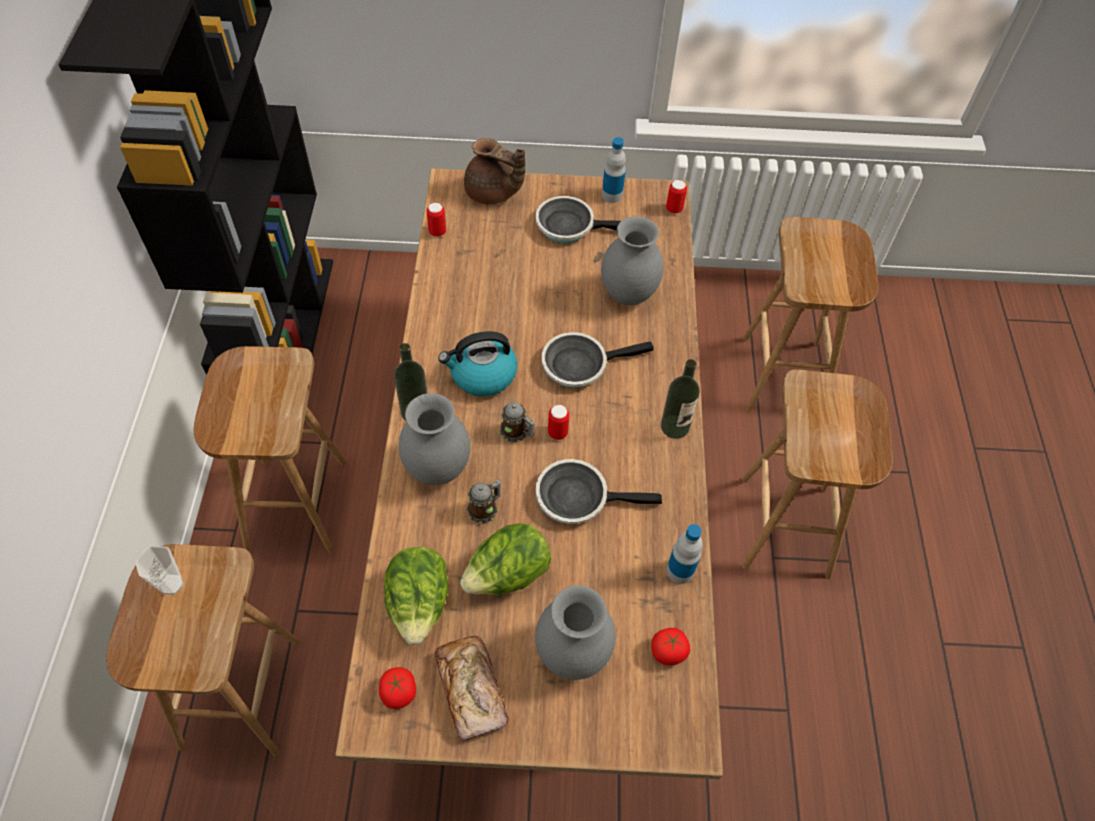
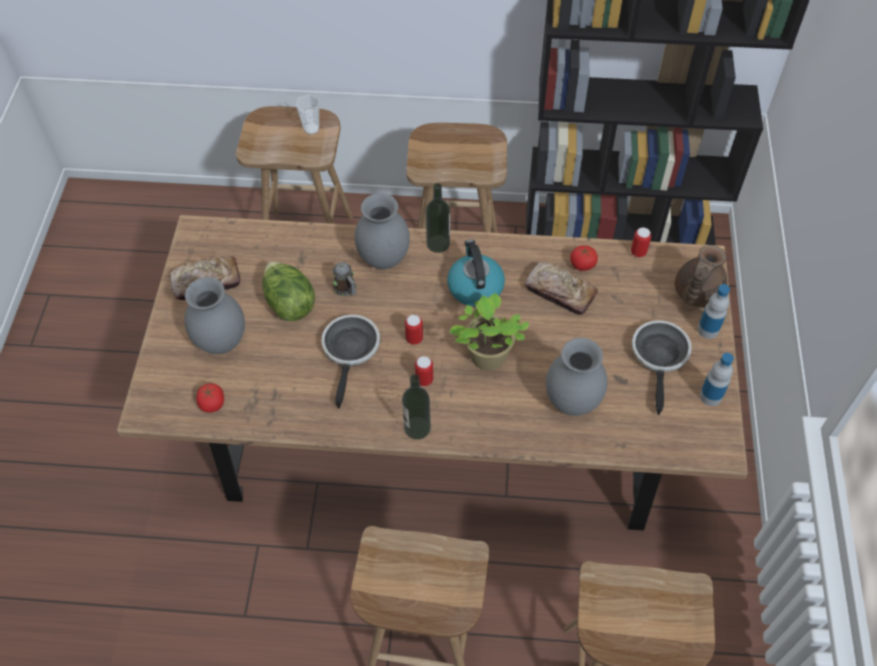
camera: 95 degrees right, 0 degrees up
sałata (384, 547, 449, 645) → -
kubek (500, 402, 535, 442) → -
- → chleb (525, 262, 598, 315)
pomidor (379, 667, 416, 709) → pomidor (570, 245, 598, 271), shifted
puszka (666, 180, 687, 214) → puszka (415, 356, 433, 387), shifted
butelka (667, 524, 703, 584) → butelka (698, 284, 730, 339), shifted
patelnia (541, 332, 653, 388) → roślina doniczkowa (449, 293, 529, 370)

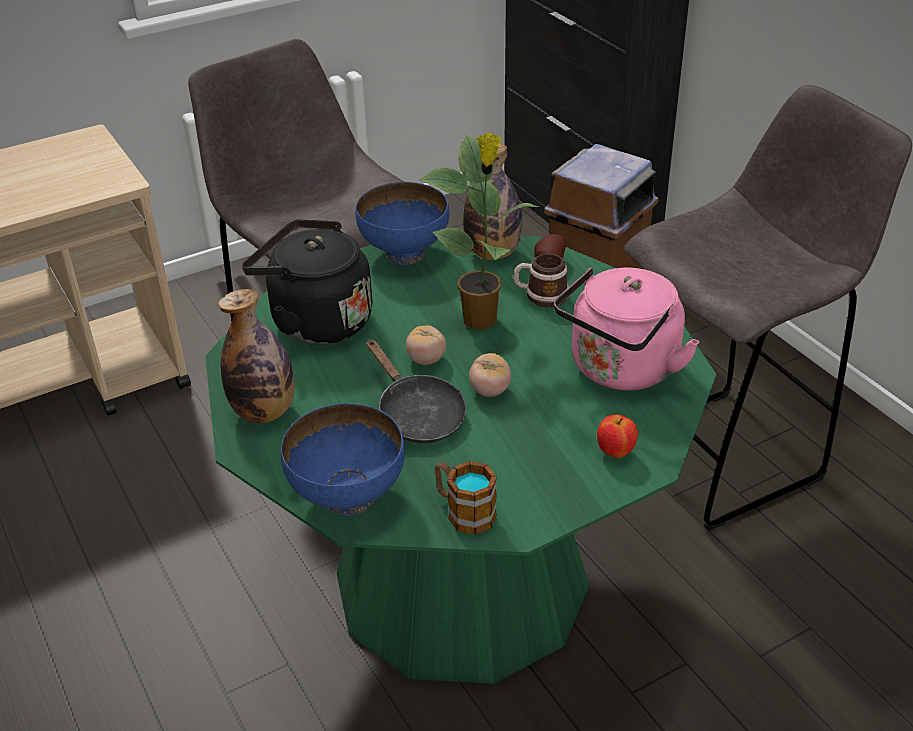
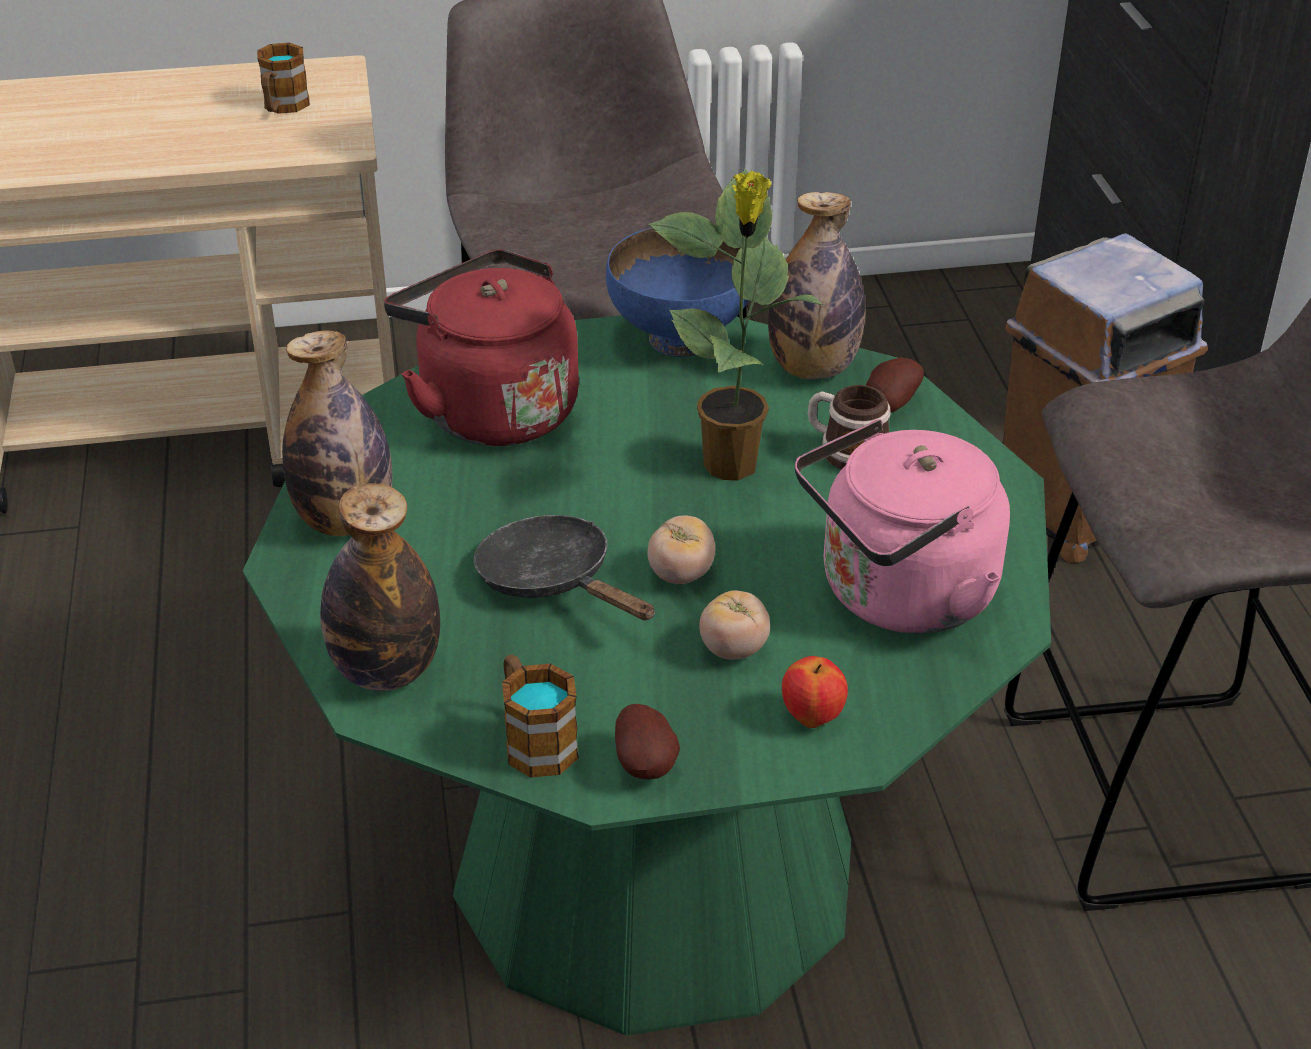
camera: 20 degrees right, 0 degrees up
- → kubek (257, 43, 310, 114)
- → ziemniak (615, 704, 680, 780)
pomidor (406, 325, 446, 365) → pomidor (699, 590, 770, 660), shifted
miska (niebieski) (280, 403, 405, 516) → butelka (320, 483, 440, 691)
czajnik (czarny) (242, 219, 372, 344) → czajnik (czerwony) (384, 249, 579, 446)
patelnia (czarny) (366, 339, 466, 443) → patelnia (czarny) (474, 515, 655, 620), 150 degrees clockwise

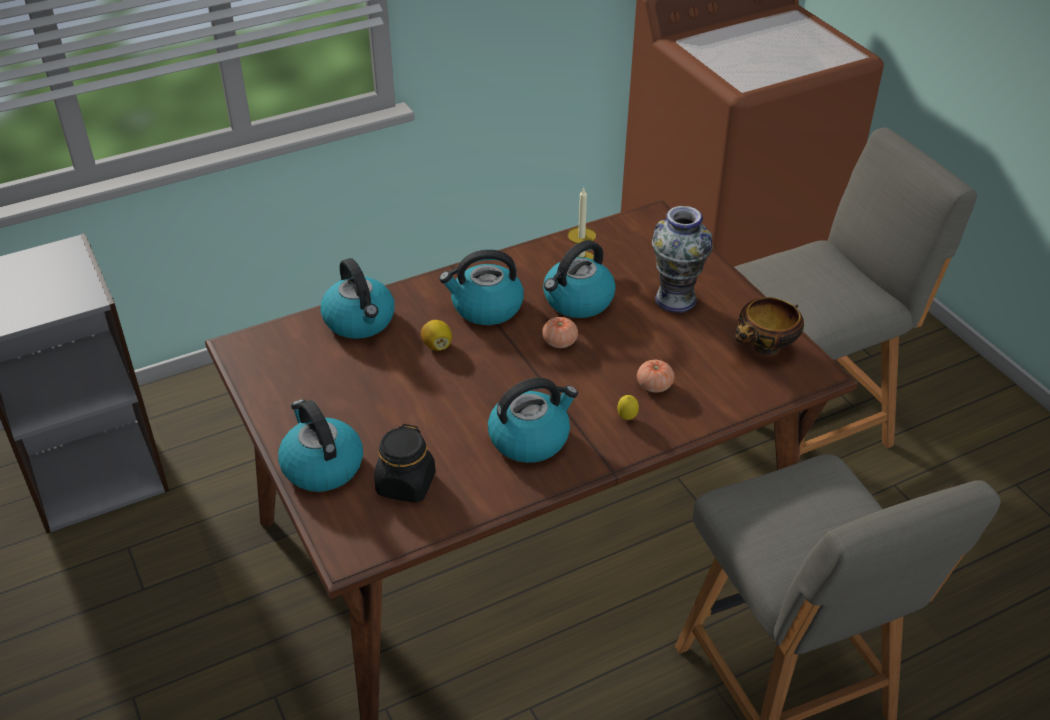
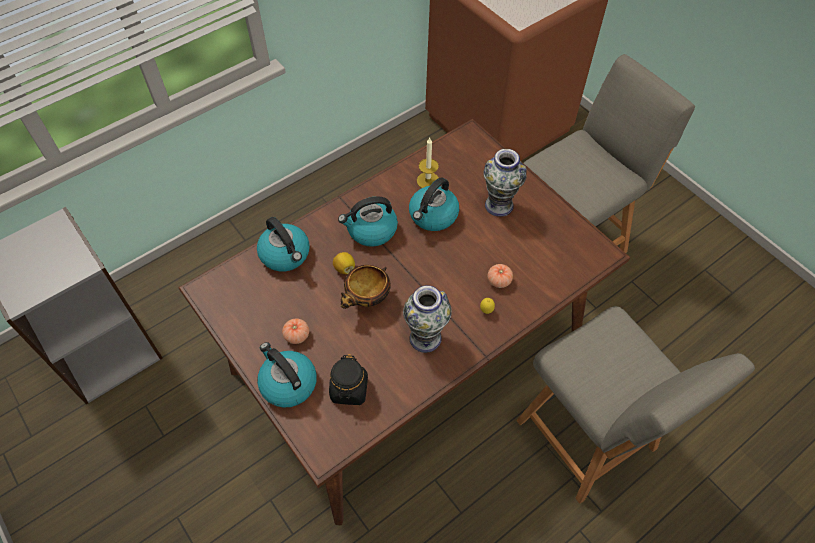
camera: 10 degrees left, 15 degrees up
pomidor (542, 317, 578, 348) → pomidor (282, 318, 309, 344), shifted
miska (735, 297, 804, 356) → miska (341, 265, 391, 309), shifted
czajnik (488, 377, 578, 463) → wazon (403, 285, 452, 353)

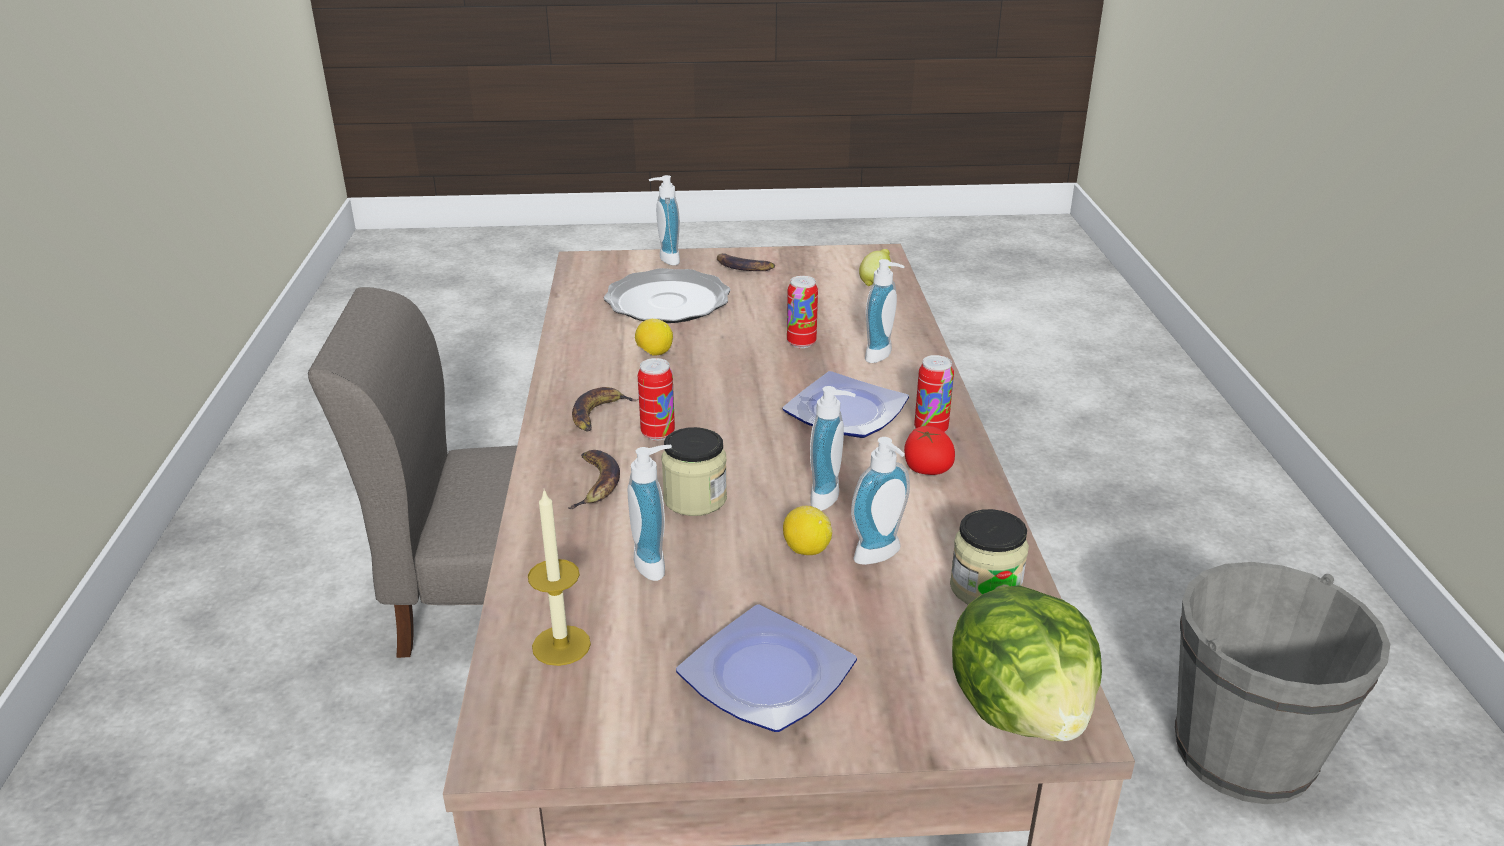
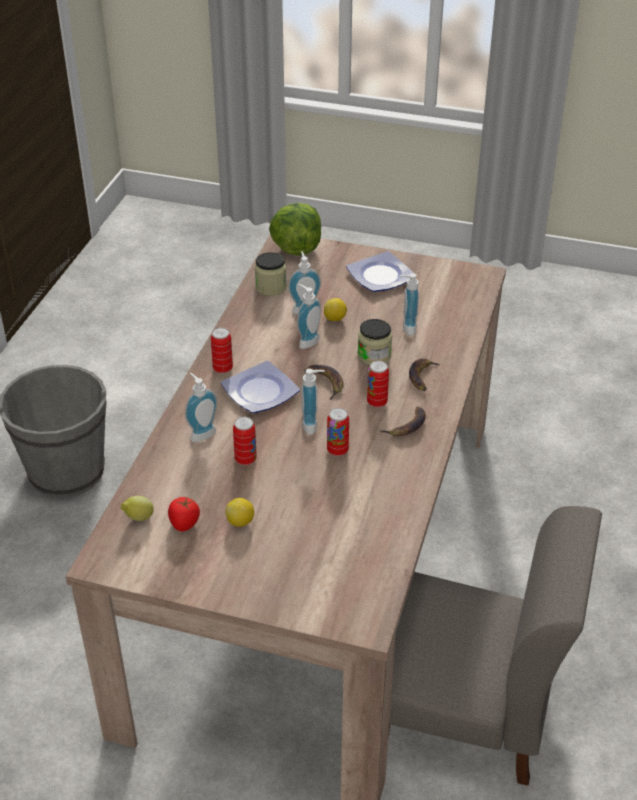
camera: 160 degrees left, 10 degrees up
świeca (528, 488, 591, 666) → -
talerz (604, 268, 731, 323) → -
- → puszka (327, 408, 349, 456)
cytryna (635, 319, 673, 356) → cytryna (225, 498, 254, 527), shifted
dozownik mydła (649, 175, 680, 266) → dozownik mydła (302, 369, 325, 435), shifted
banan (717, 253, 775, 271) → banan (304, 365, 344, 400), shifted
pomidor (904, 426, 955, 475) → pomidor (168, 497, 200, 532), shifted

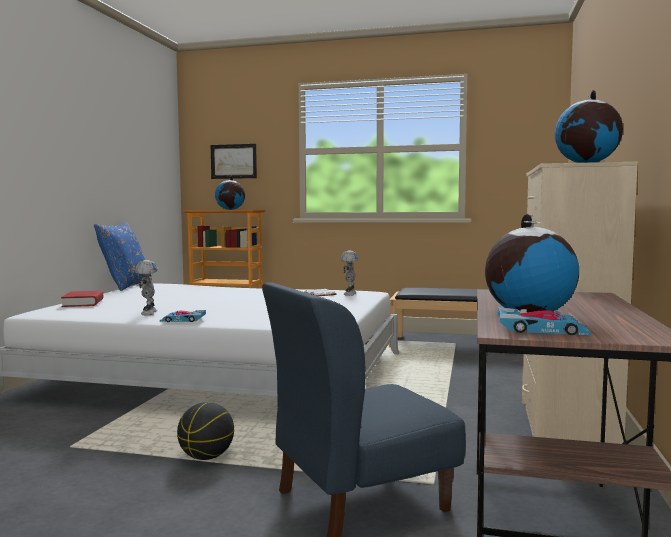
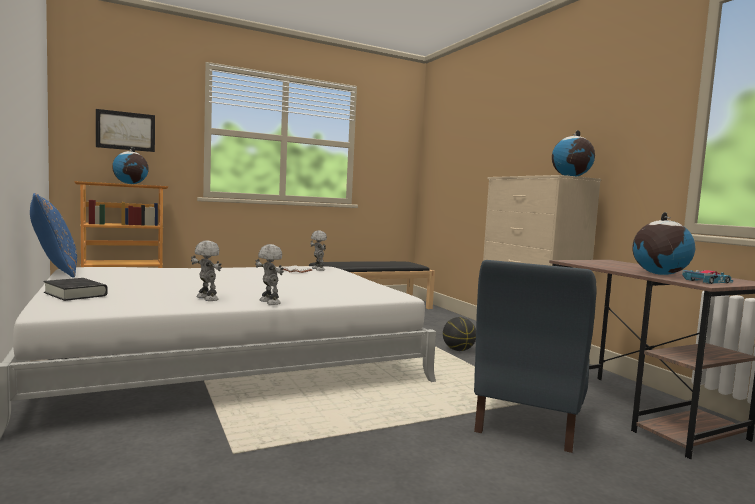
camera: 40 degrees left, 0 degrees up
piłka do koszykówki (177, 402, 234, 460) → piłka do koszykówki (443, 317, 476, 351), shifted
samochodzik (160, 310, 206, 322) → robot zabawkowy (255, 244, 284, 305)
książka (czerwony) (61, 291, 103, 307) → książka (czarny) (44, 278, 108, 301)

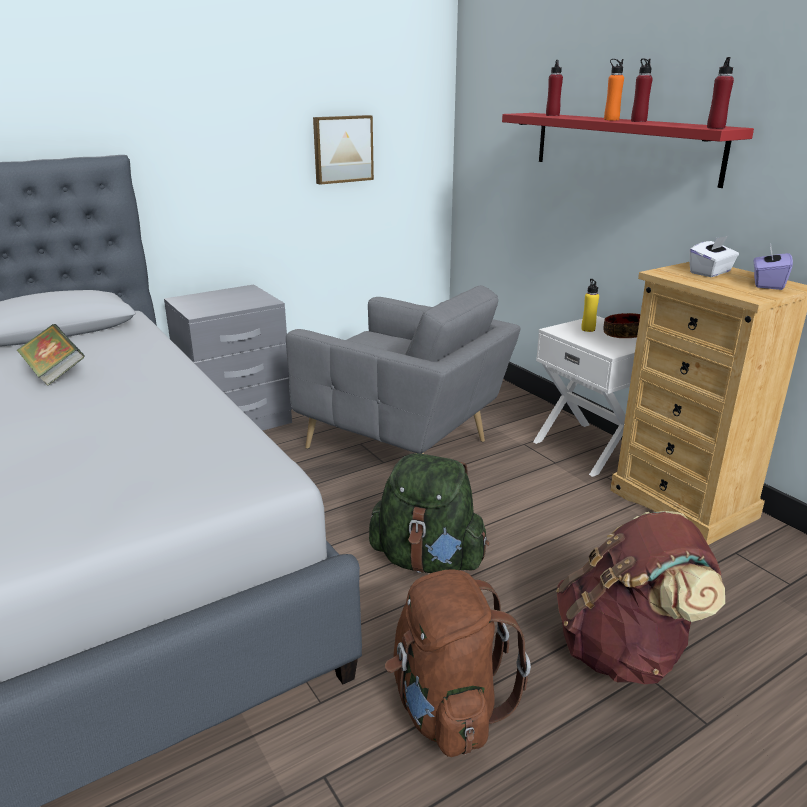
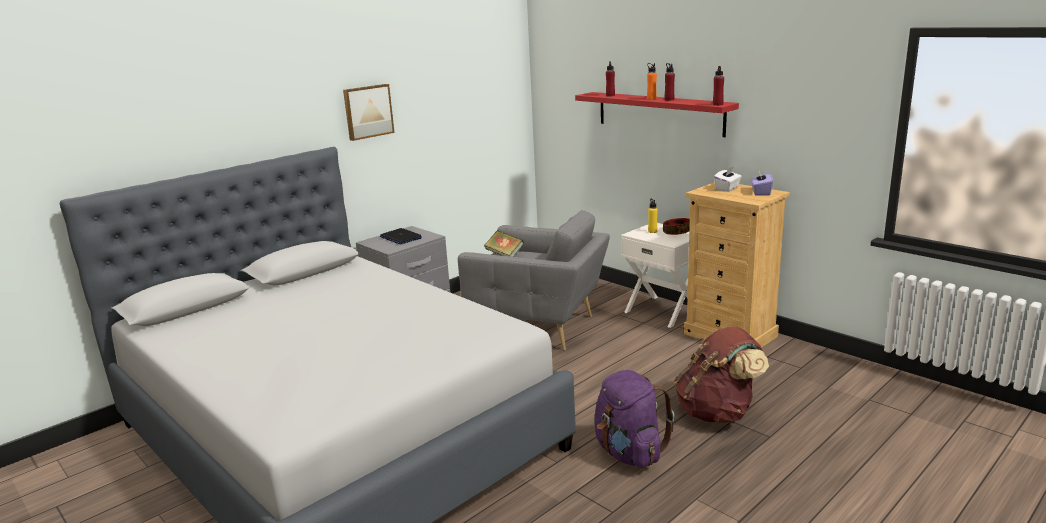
camera: 10 degrees left, 5 degrees down
plecak (zielony) (369, 453, 489, 573) → -
- → laptop (380, 228, 422, 245)
książka (16, 324, 85, 386) → książka (484, 230, 524, 257), shifted
obraz (313, 115, 374, 185) → obraz (343, 84, 394, 141), shifted
plecak (brązowy) (385, 570, 531, 757) → plecak (fioletowy) (595, 370, 675, 468)

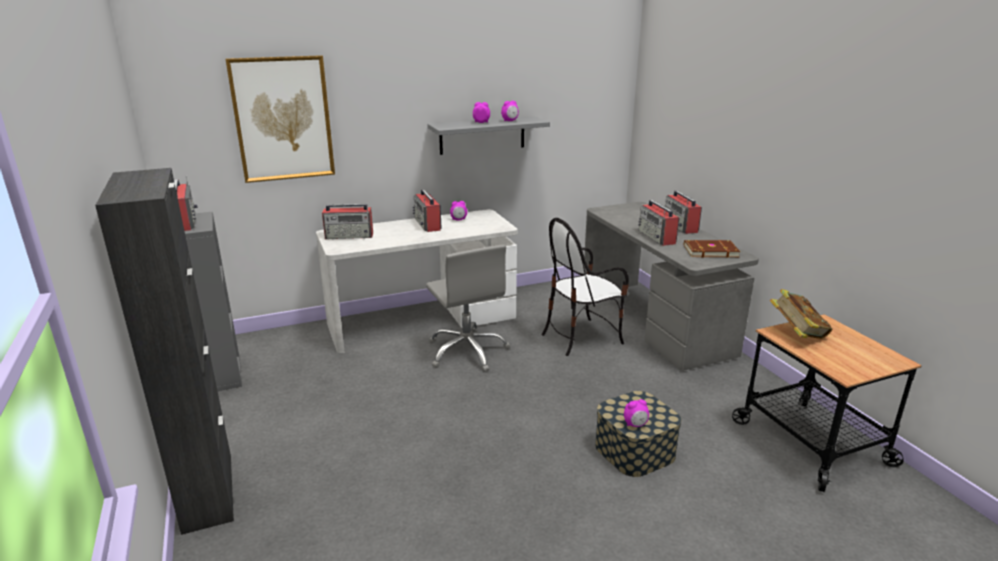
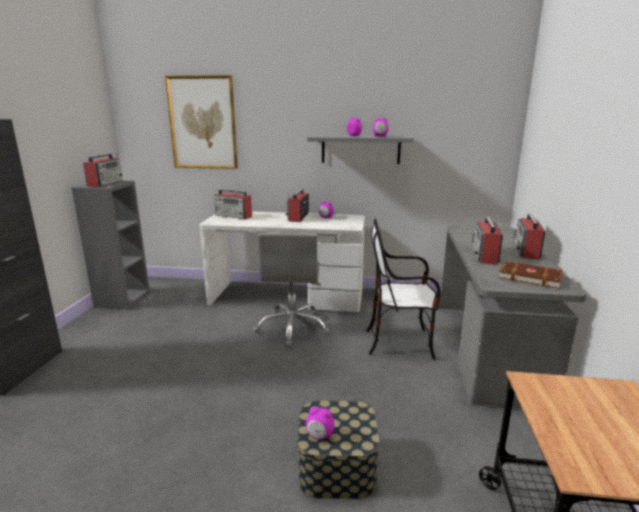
camera: 30 degrees right, 5 degrees down
książka (770, 289, 832, 339) → -

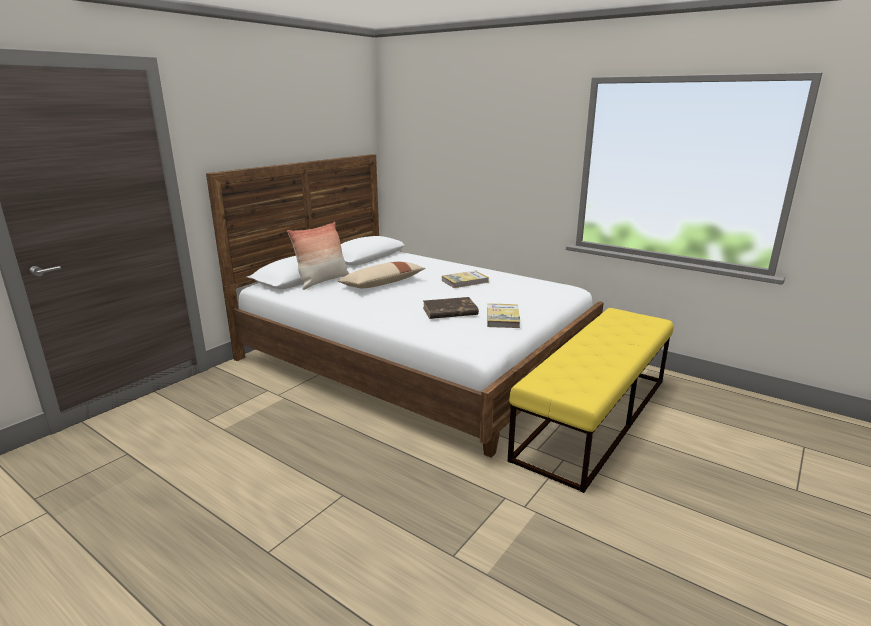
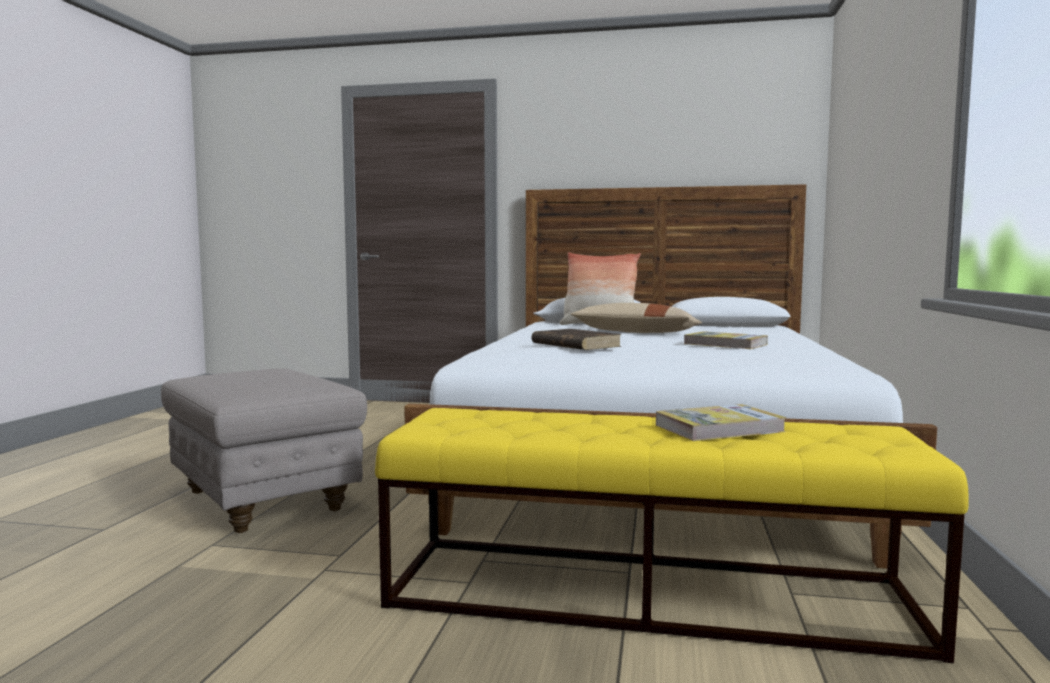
camera: 65 degrees right, 15 degrees down
- → pufa (szary) (161, 369, 367, 533)
książka (487, 303, 520, 328) → książka (656, 404, 786, 441), shifted

